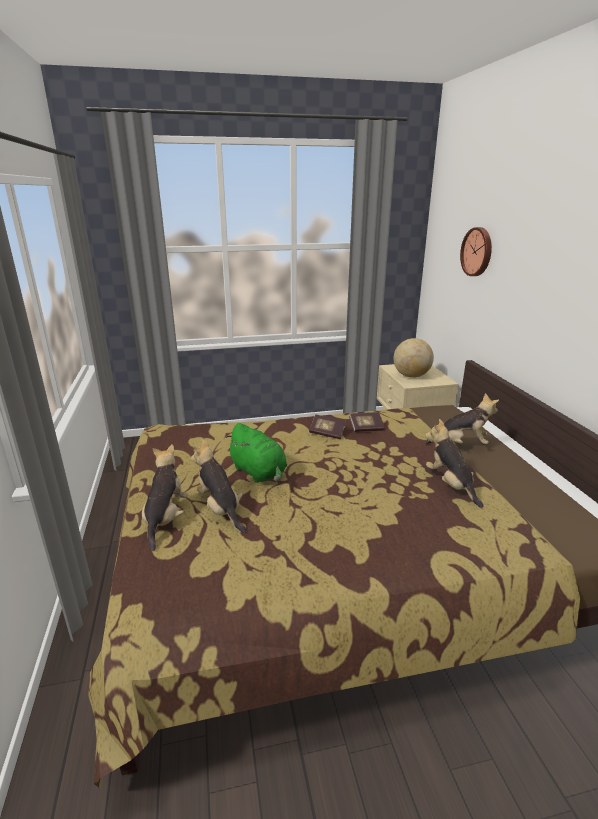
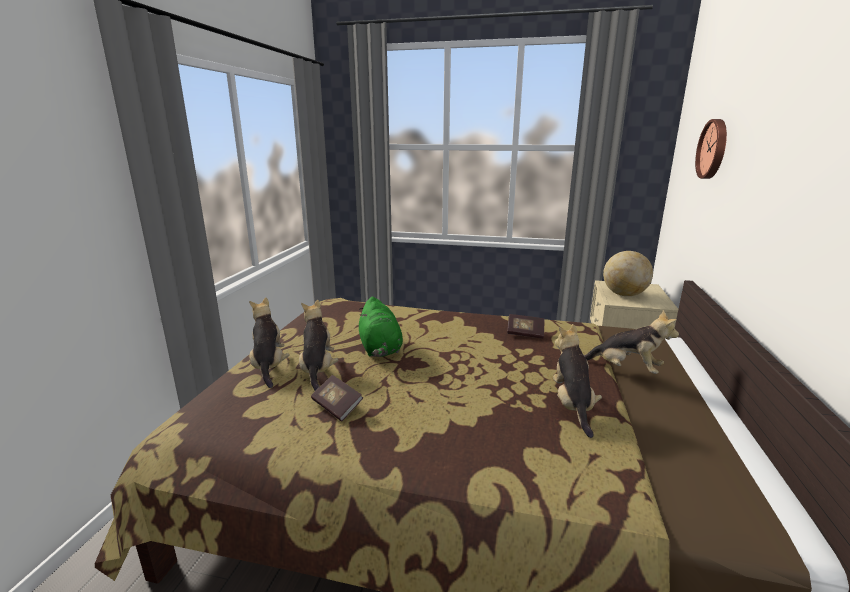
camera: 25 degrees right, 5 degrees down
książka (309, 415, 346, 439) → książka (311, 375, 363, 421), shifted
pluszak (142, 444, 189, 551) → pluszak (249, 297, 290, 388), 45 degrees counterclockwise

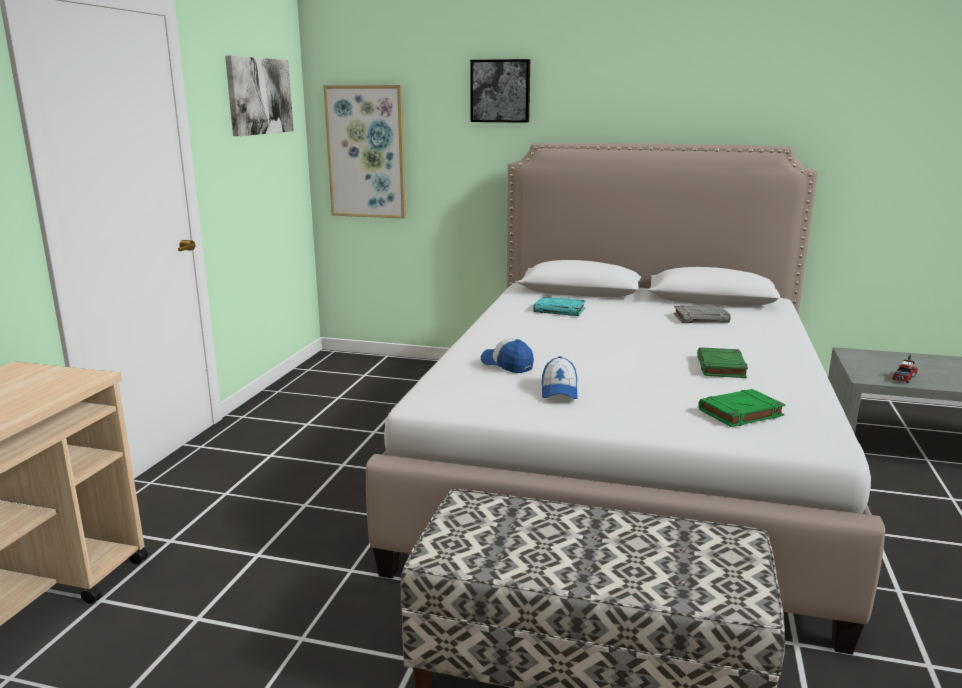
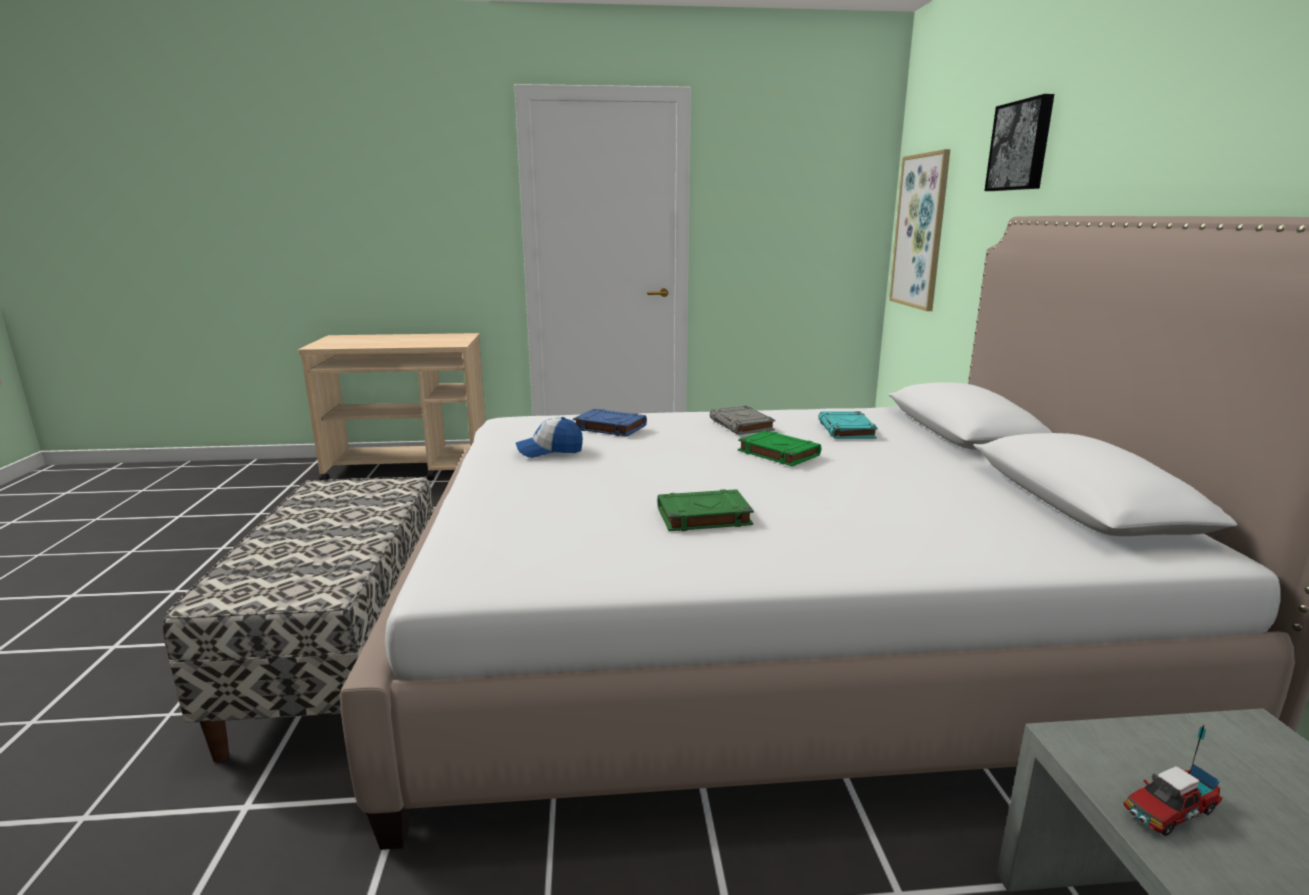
camera: 70 degrees right, 0 degrees up
obraz (225, 55, 294, 136) → -
książka (szary) (673, 305, 730, 323) → książka (szary) (710, 406, 775, 435), shifted
książka (zielony) (698, 389, 786, 427) → książka (zielony) (738, 430, 821, 466), shifted
czapka z daszkiem (481, 338, 534, 373) → książka (niebieski) (573, 409, 647, 437)
ciężarówka zabawkowa (893, 353, 917, 383) → ciężarówka zabawkowa (1123, 724, 1223, 836), 135 degrees clockwise

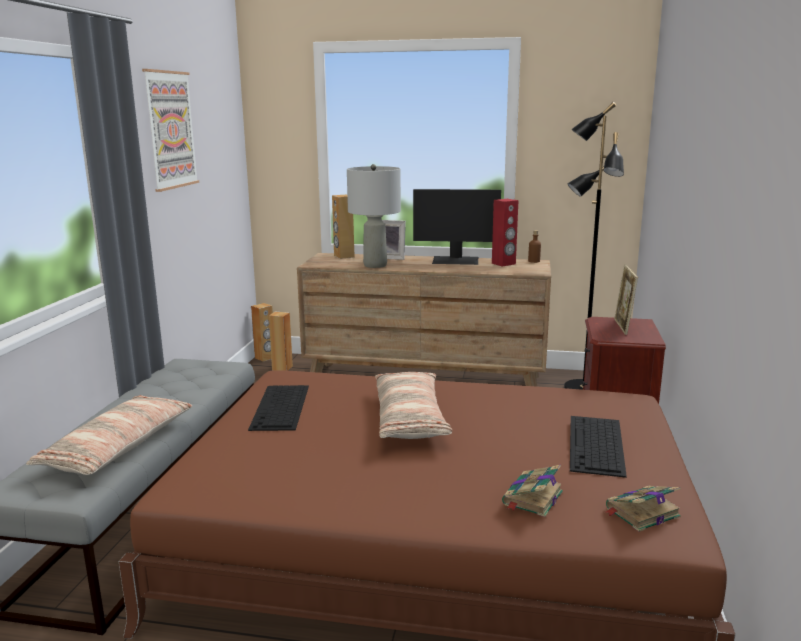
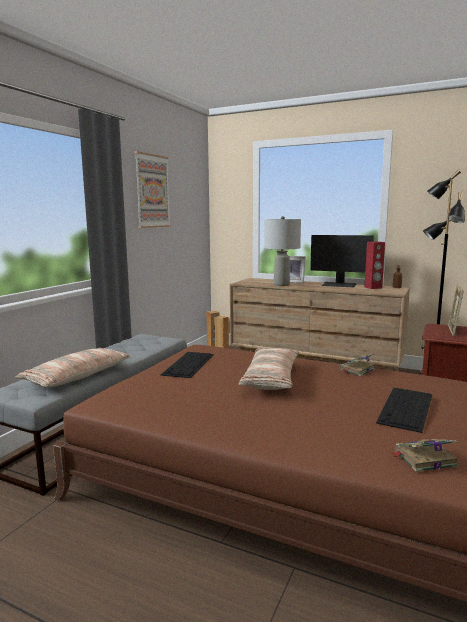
camera: 15 degrees right, 5 degrees down
głośnik (brązowy) (332, 195, 355, 259) → -
książka (502, 465, 563, 517) → książka (339, 354, 375, 376), shifted

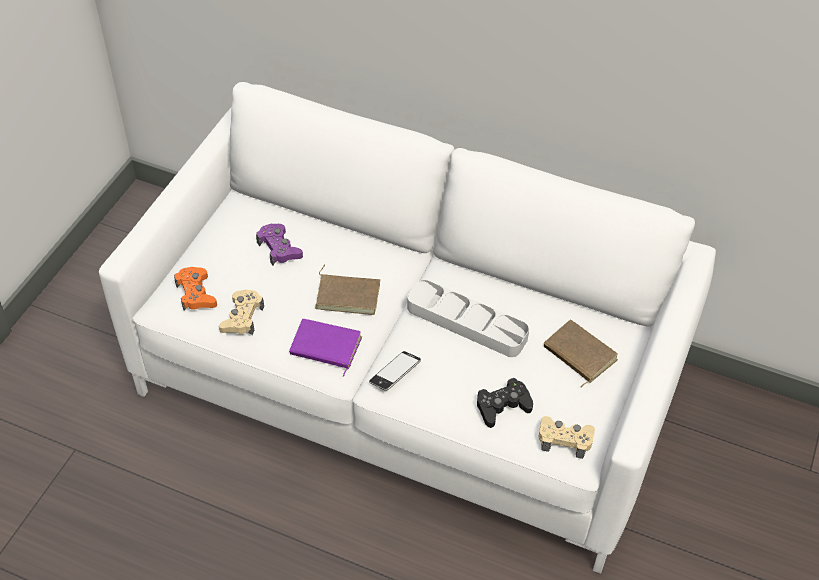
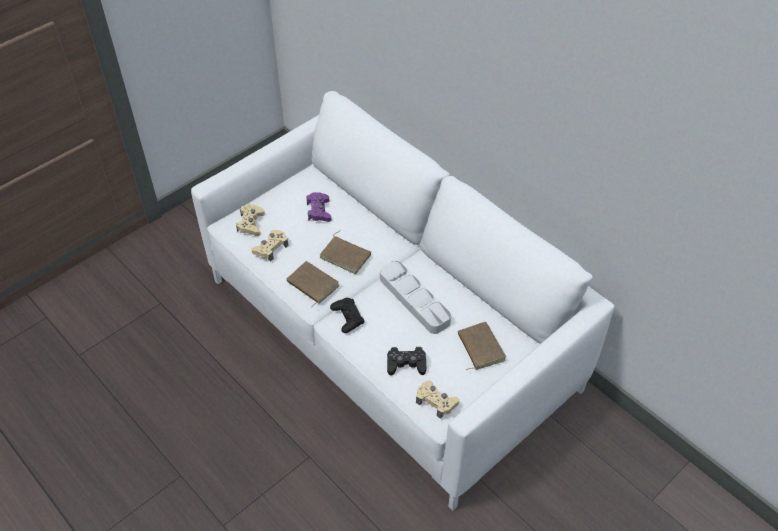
camera: 25 degrees right, 0 degrees up
telefon (369, 351, 421, 391) → pad do gier (czarny) (330, 298, 365, 333)
pad do gier (pomarańczowy) (174, 267, 217, 310) → pad do gier (beżowy) (236, 204, 265, 236)
książka (fioletowy) (289, 319, 362, 377) → książka (brązowy) (286, 261, 339, 308)

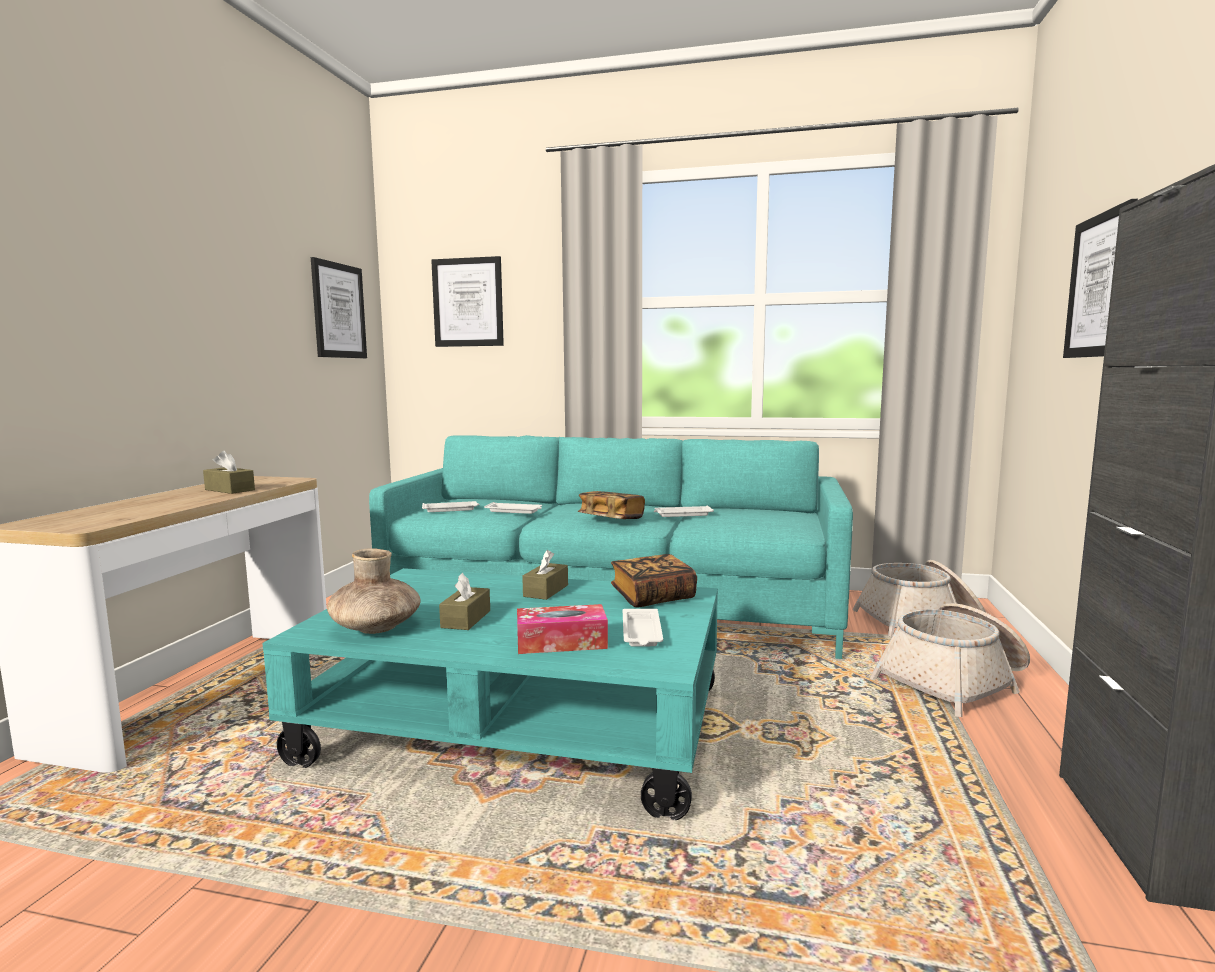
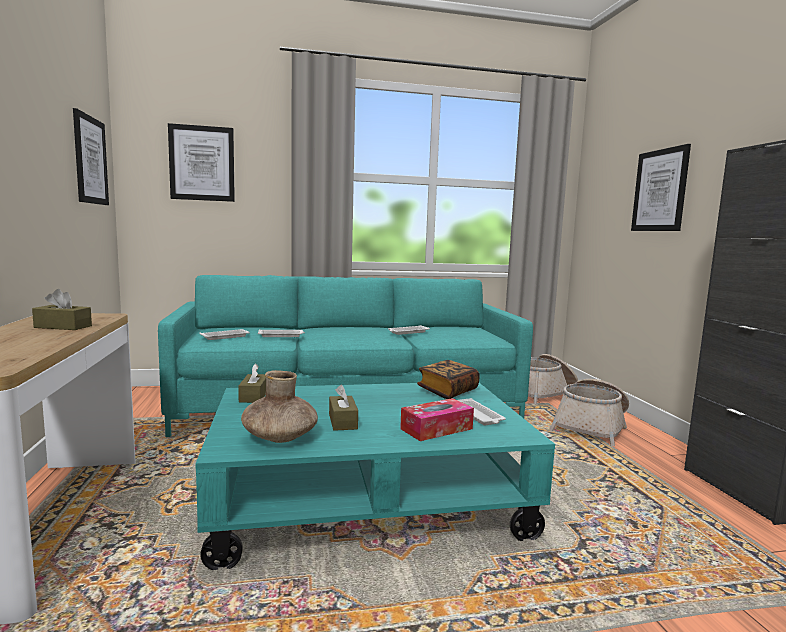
camera: 25 degrees left, 0 degrees up
książka (578, 491, 645, 519) → -
pudełko chusteczek (brązowy) (522, 550, 568, 600) → pudełko chusteczek (brązowy) (238, 363, 266, 403), shifted

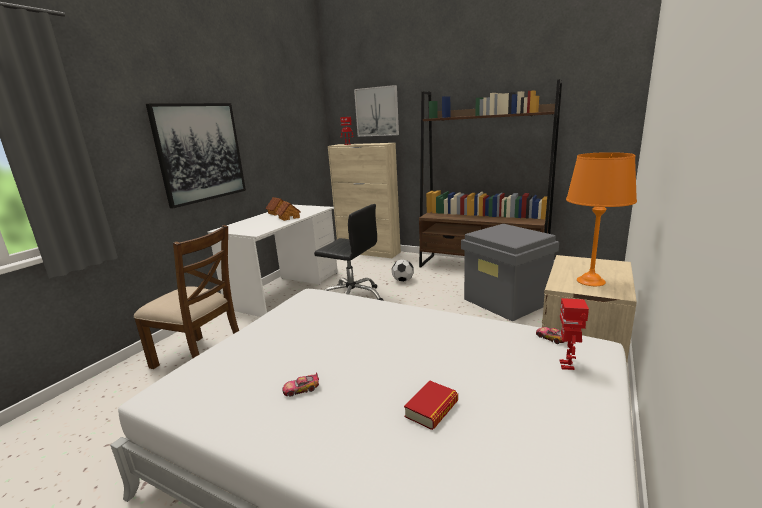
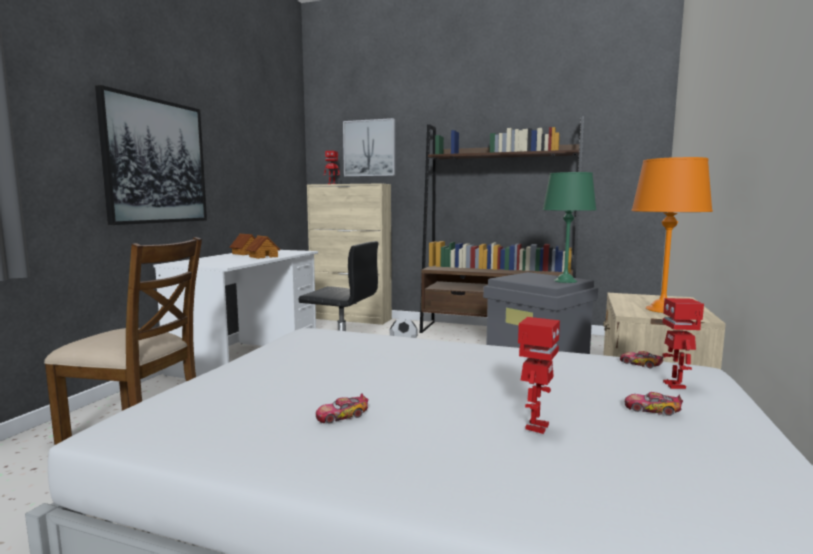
camera: 10 degrees left, 10 degrees down
- → lampa stołowa (zielony) (543, 172, 596, 283)
- → samochodzik (625, 392, 683, 416)
książka (404, 380, 458, 430) → robot zabawkowy (518, 317, 560, 434)

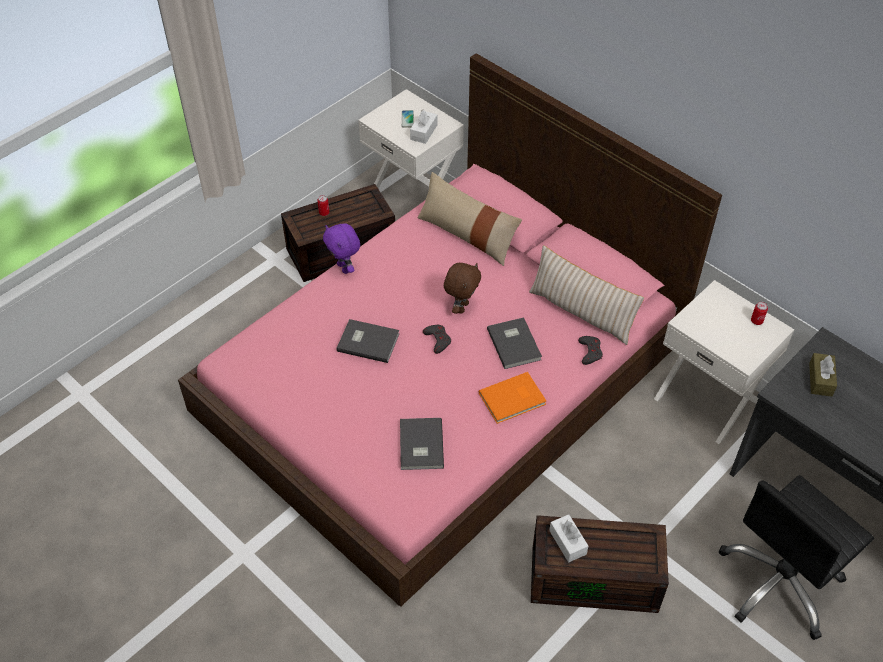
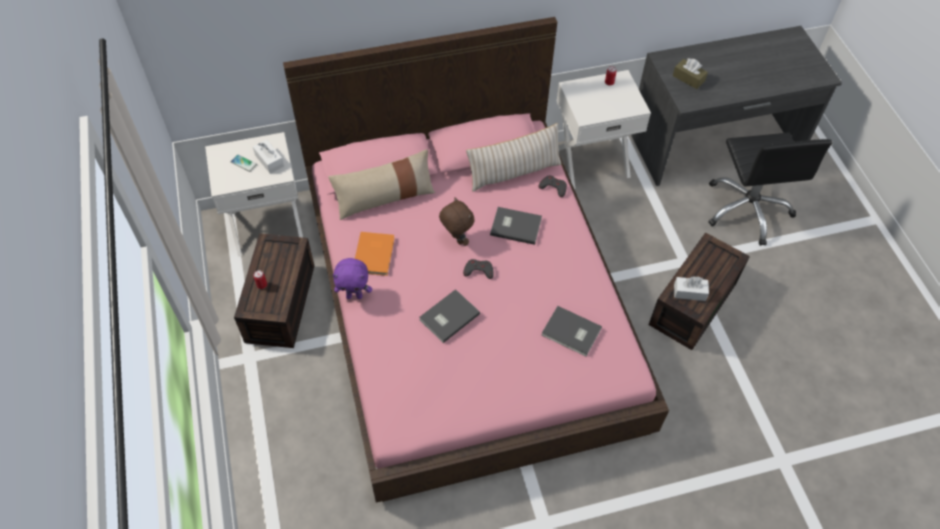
camera: 60 degrees left, 5 degrees up
książka (pomarańczowy) (479, 372, 546, 424) → książka (pomarańczowy) (355, 232, 394, 276), shifted

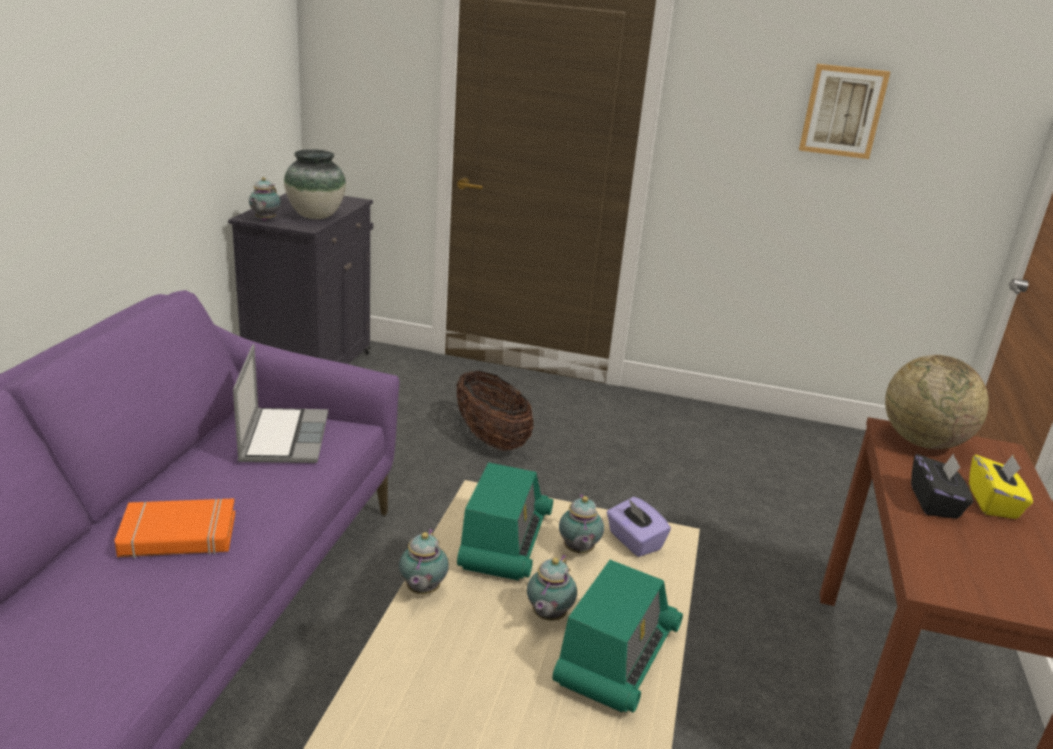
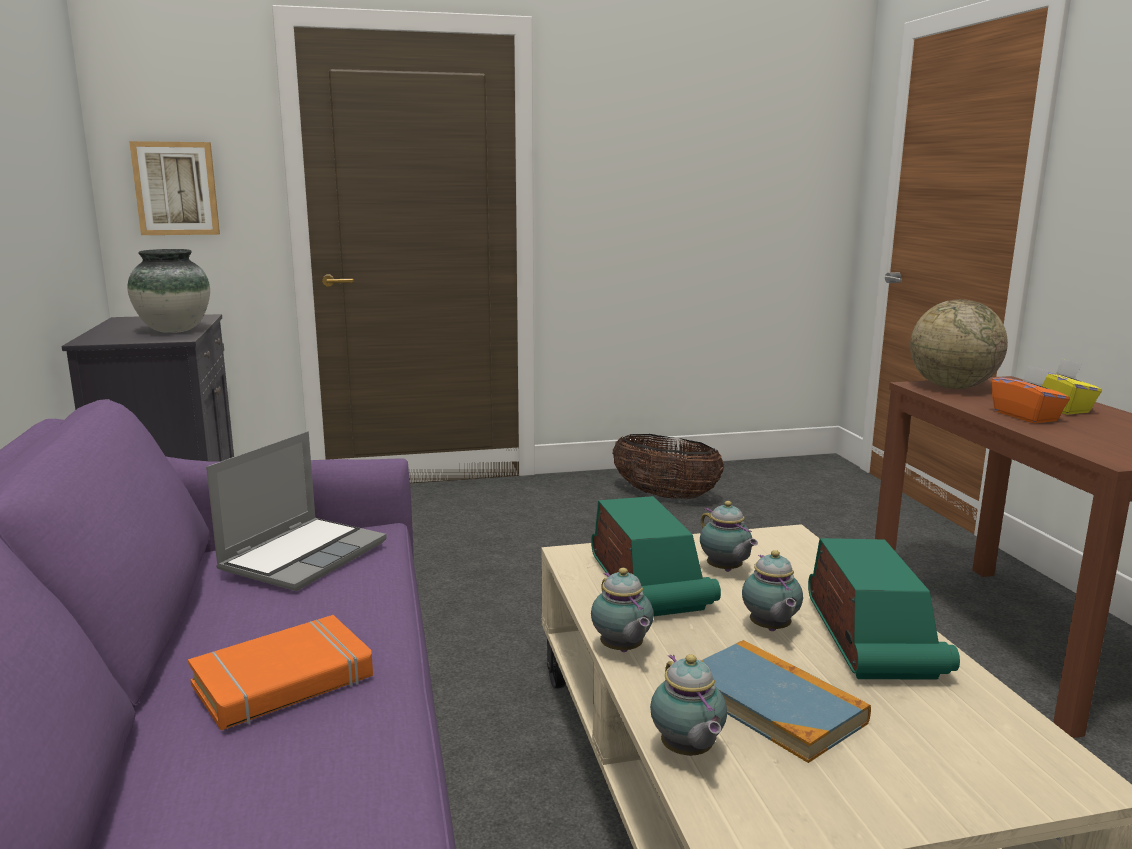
camera: 25 degrees left, 10 degrees down
pudełko chusteczek (fioletowy) (607, 497, 671, 557) → -
- → książka (701, 640, 871, 763)
imbryk (249, 177, 281, 221) → imbryk (650, 654, 727, 756), shifted
koszyk (457, 371, 534, 451) → koszyk (613, 434, 724, 499), shifted
obraz (799, 64, 890, 159) → obraz (129, 141, 220, 235), shifted
pudełko chusteczek (czarny) (911, 453, 973, 519) → pudełko chusteczek (pomarańczowy) (991, 365, 1070, 423)
laptop (233, 344, 328, 463) → laptop (206, 431, 387, 591), 60 degrees clockwise

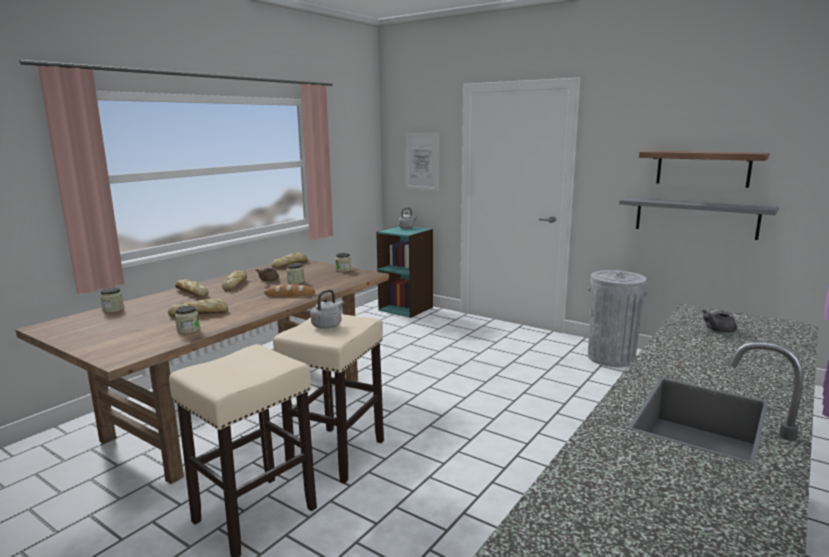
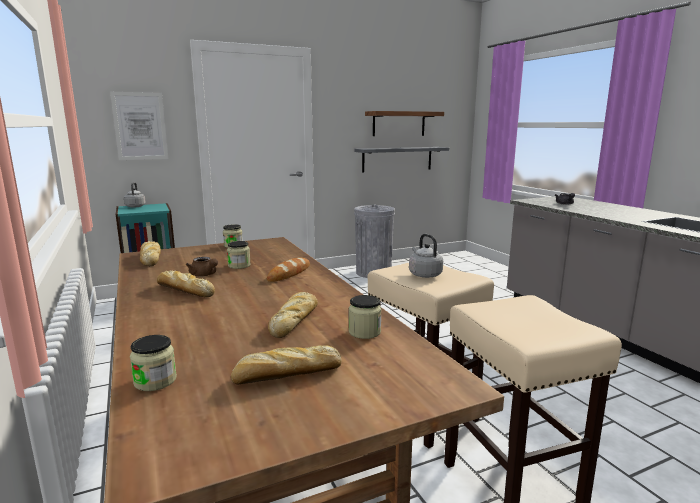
camera: 60 degrees left, 0 degrees up
chleb (175, 279, 209, 297) → chleb (231, 345, 342, 384), shifted

